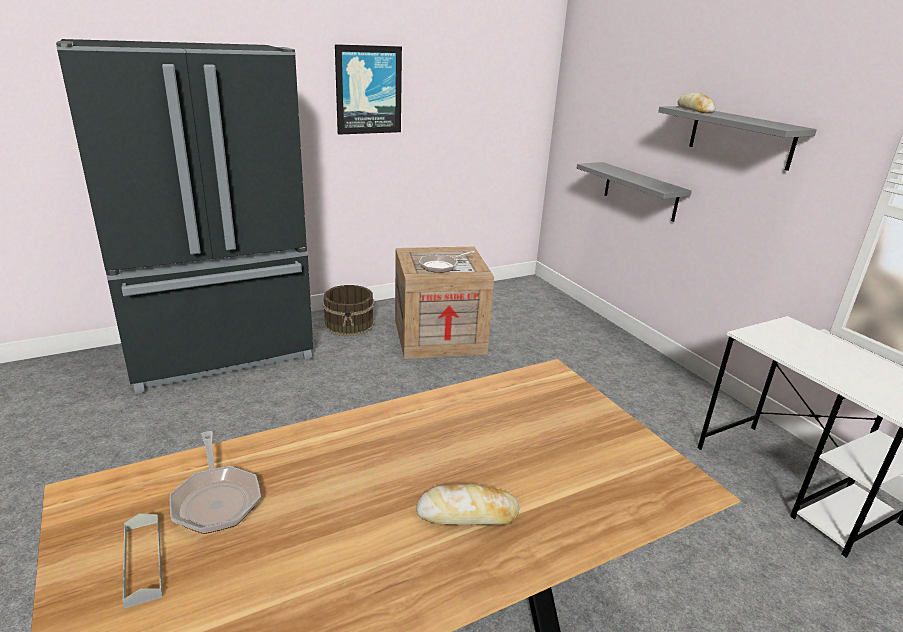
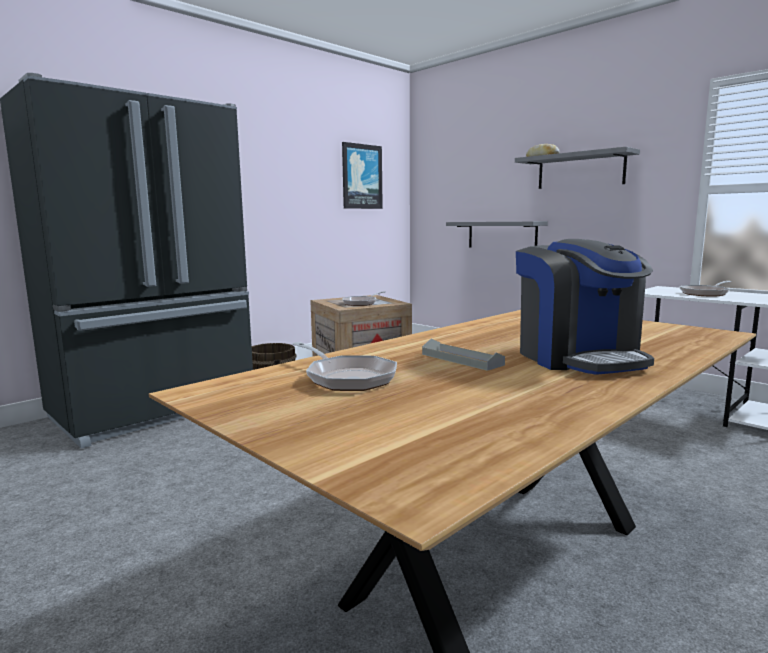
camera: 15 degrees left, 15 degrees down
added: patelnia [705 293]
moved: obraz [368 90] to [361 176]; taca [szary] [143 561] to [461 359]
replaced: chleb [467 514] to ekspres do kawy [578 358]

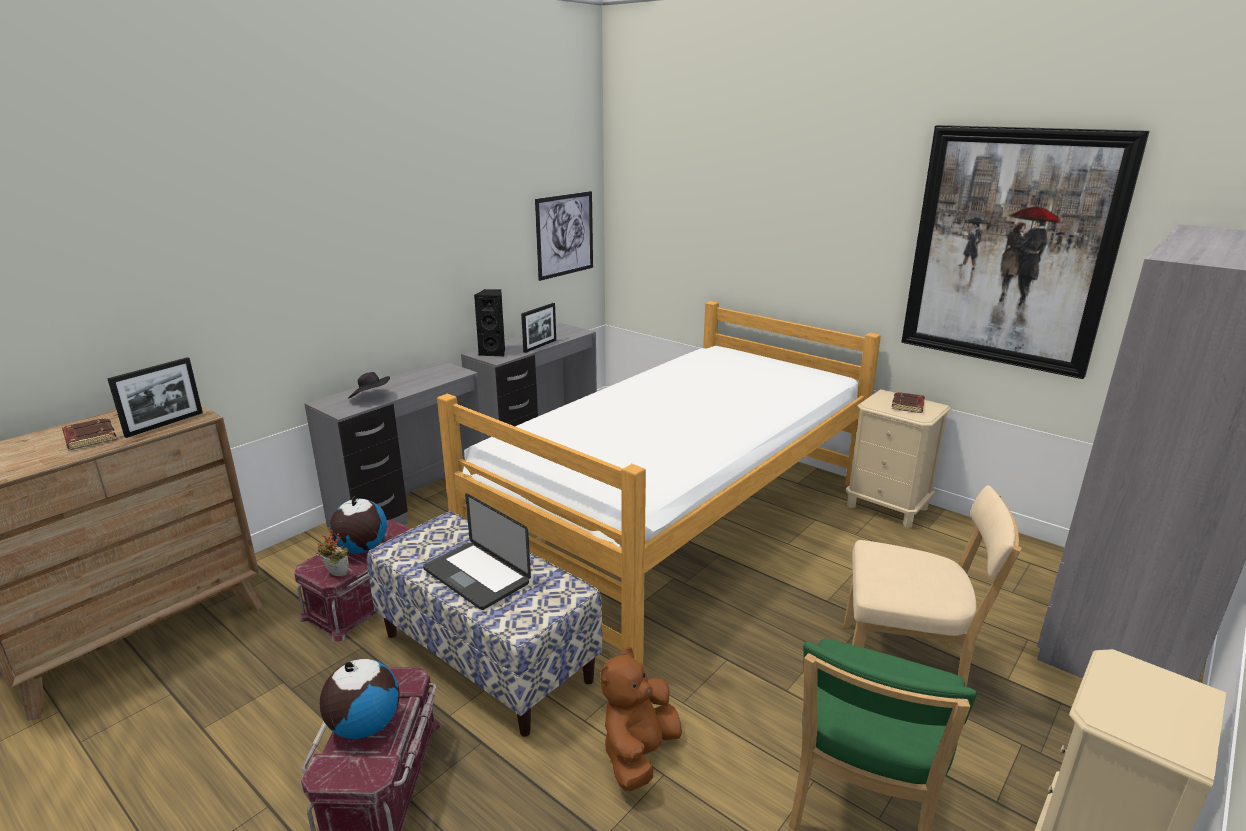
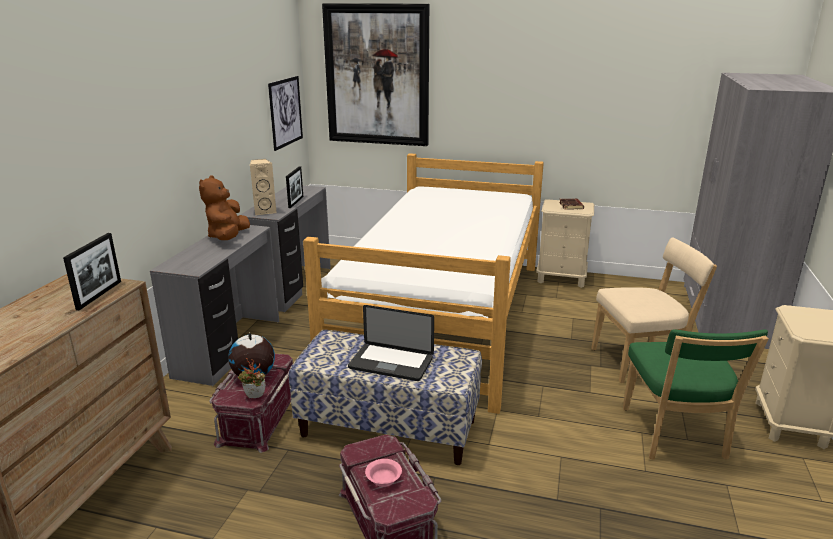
camera: 25 degrees left, 0 degrees up
removed: książka [brązowy] [89 438]; kapelusz [czarny] [371 398]
moved: pluszak [brązowy] [639 754] to [228 237]; obraz [1010 249] to [377 75]
replaced: globus [364 726] to miska [różowy] [383 479]
recoloured: głośnik [czarny] [494 352] to głośnik [beżowy] [265 211]

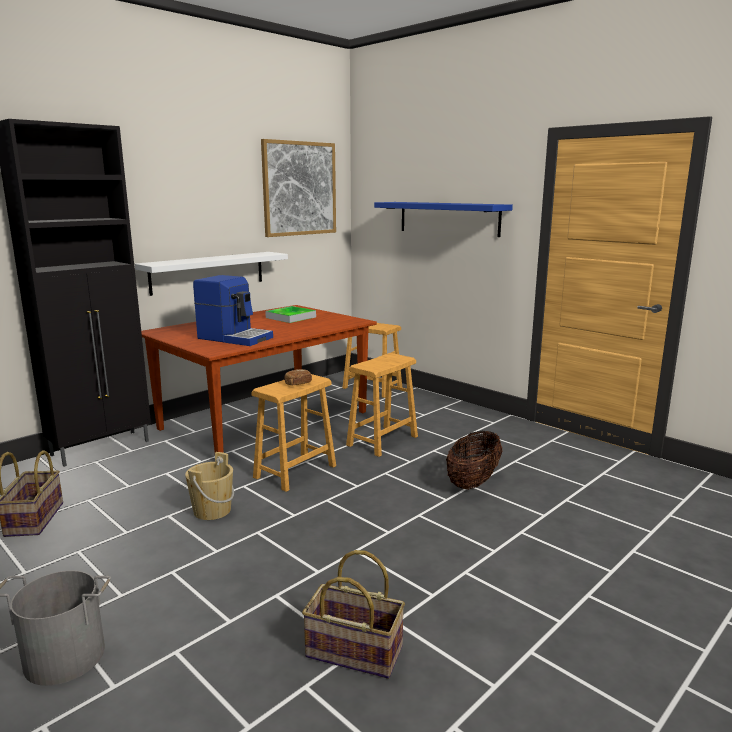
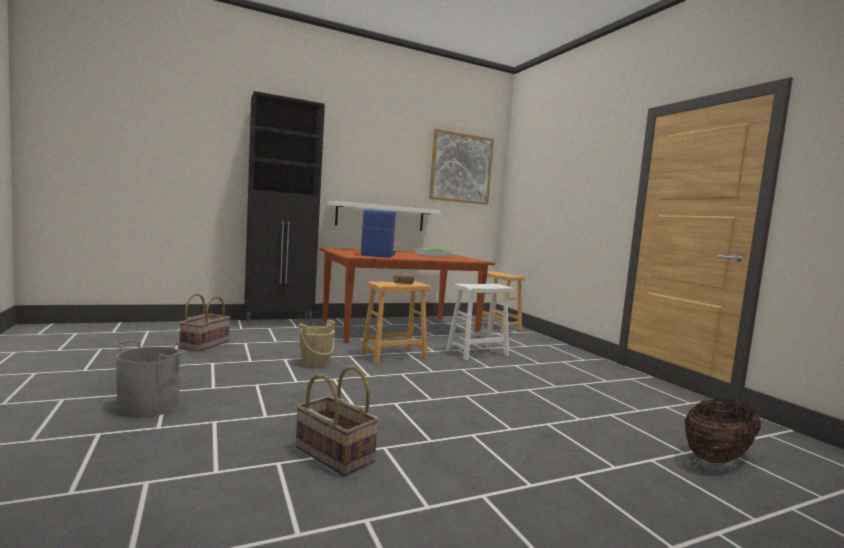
camera: 20 degrees right, 10 degrees down
removed: półka [niebieski] [448 218]
moved: koszyk [473 482] to [717 457]
recoloured: stołek [brązowy] [382 441] to stołek [biały] [477 353]
turned: ekspres do kawy [235 338] = [377 255] 135 degrees counterclockwise

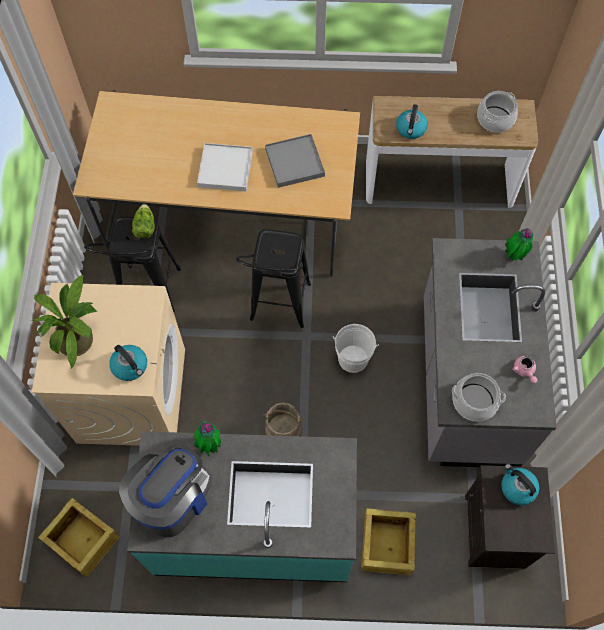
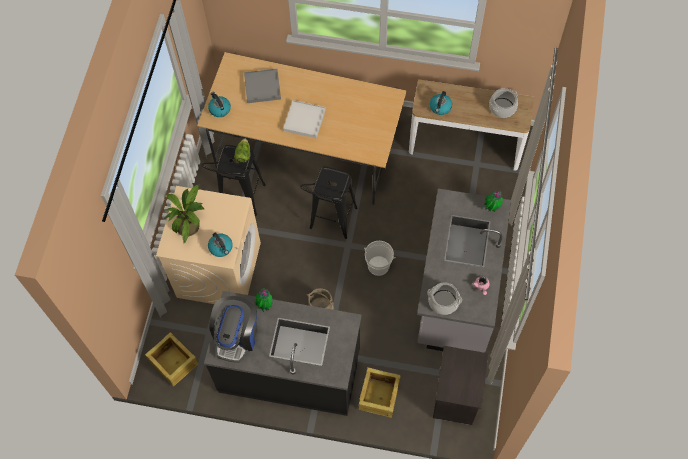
camera: 10 degrees right, 0 degrees up
moved: czajnik [517 488] to [219 109]; taca [szary] [295 162] to [262 87]
recoloured: zabudowa kuchenna [turkusowy] [253 527] to zabudowa kuchenna [czarny] [290 370]
turned: ekspres do kawy [172 499] = [236 335] 150 degrees clockwise

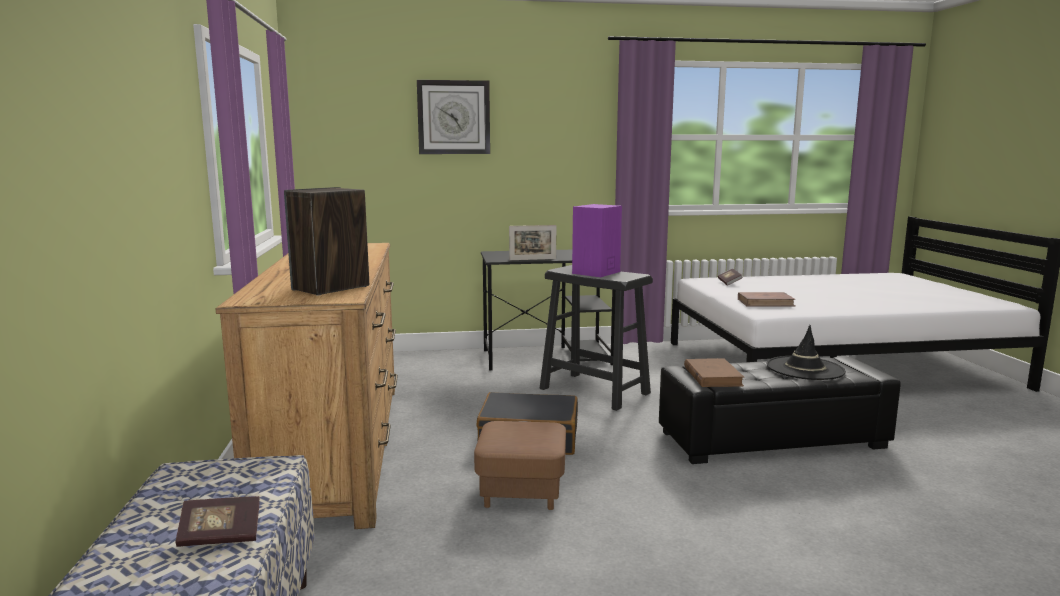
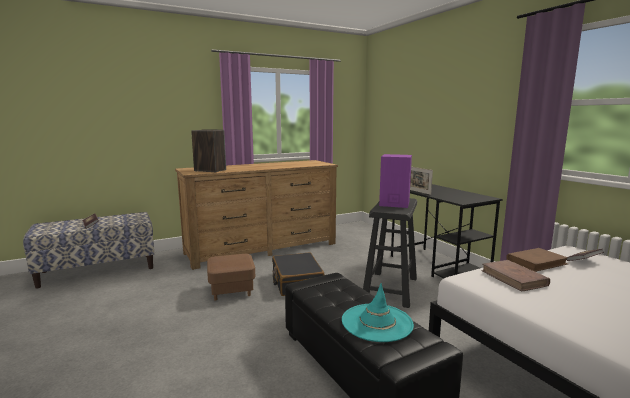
camera: 70 degrees right, 0 degrees up
removed: zegar ścienny [453 117]
moved: książka [brązowy] [712 376] to [536 262]
recoloured: kapelusz [czarny] [804 368] to kapelusz [turkusowy] [377 322]

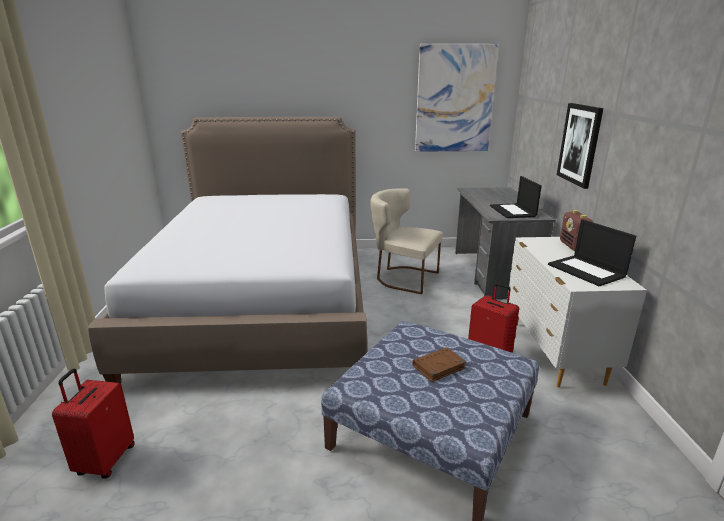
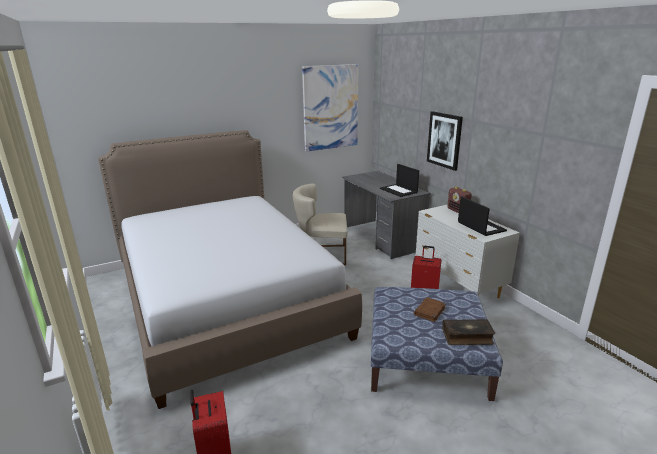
camera: 25 degrees left, 0 degrees up
added: książka [467 337]
turned: laptop [587 271] = [480 226] 150 degrees counterclockwise

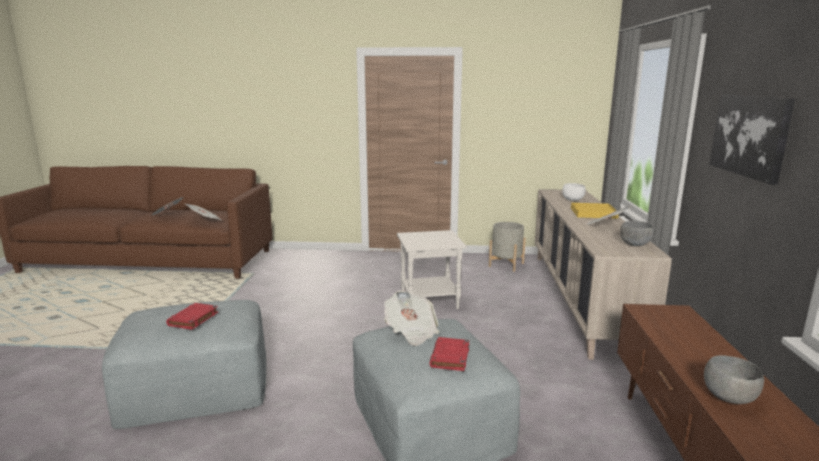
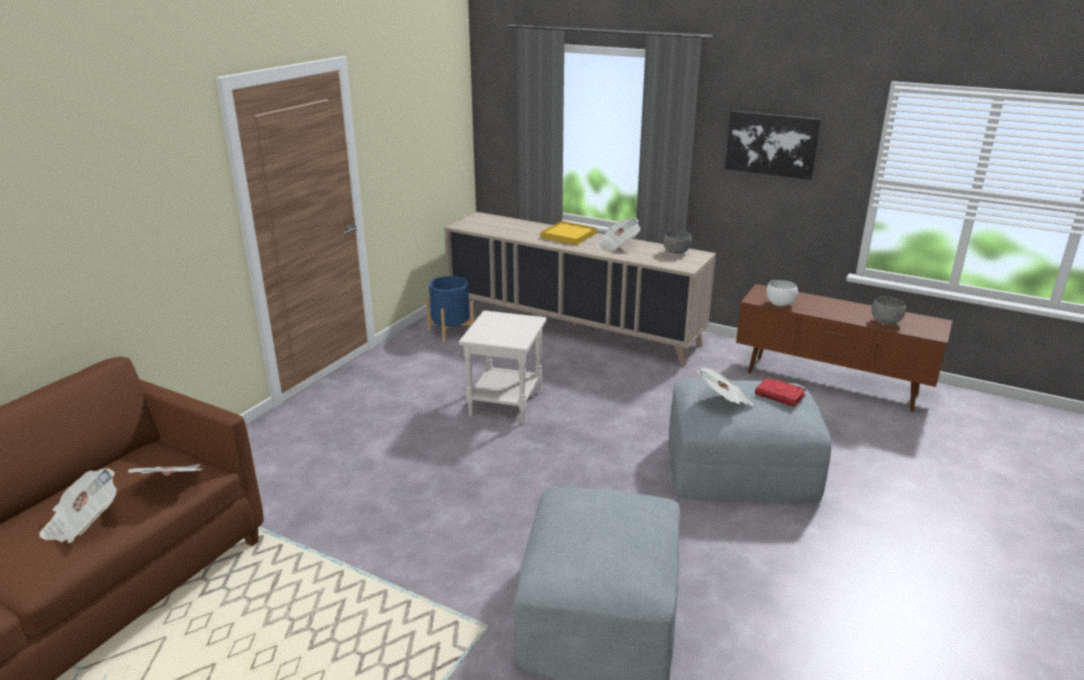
camera: 65 degrees left, 10 degrees up
removed: książka [czerwony] [193 319]
moved: miska [biały] [572 200] to [779 304]
recoloured: donica [szary] [506 265] to donica [niebieski] [451 331]

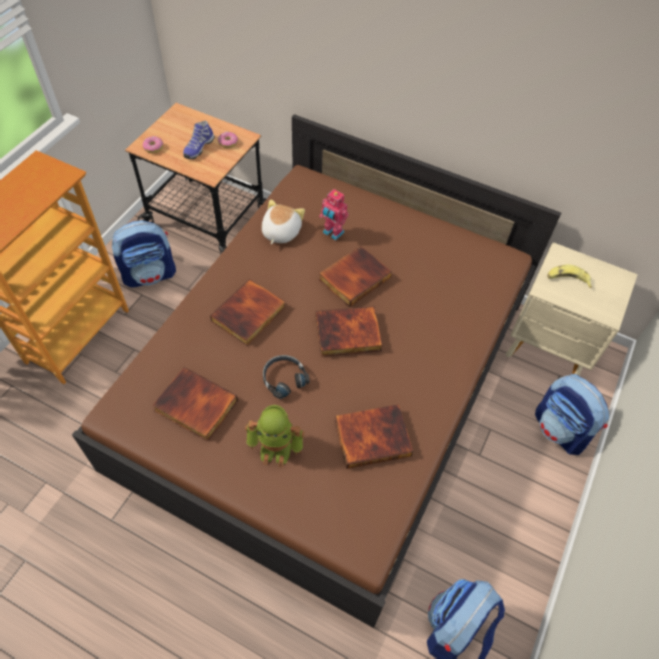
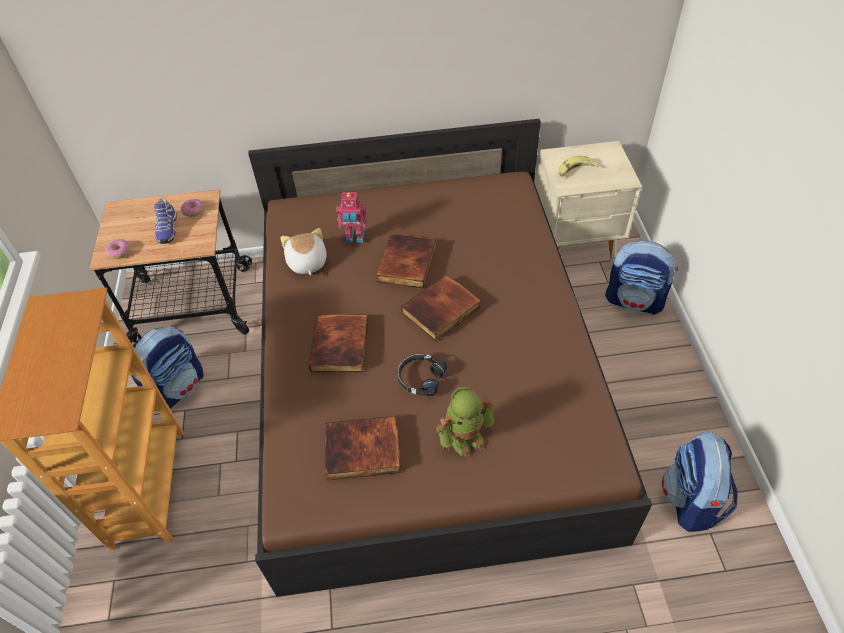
camera: 30 degrees left, 5 degrees down
removed: książka [372 436]

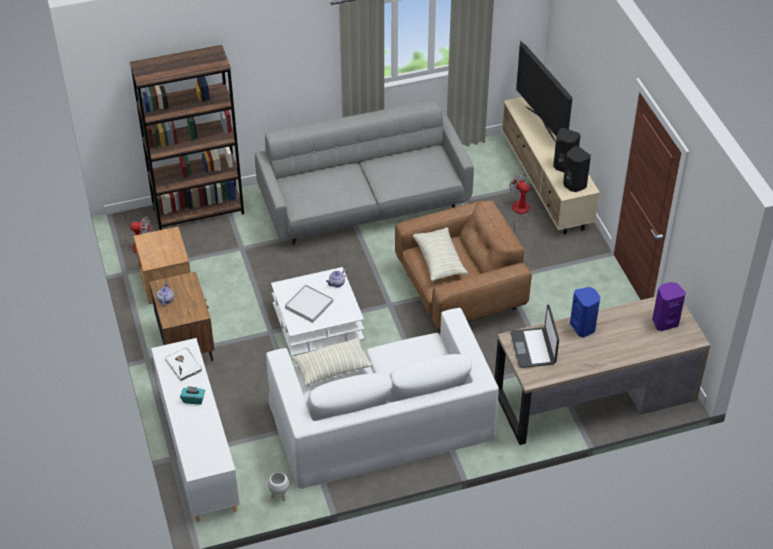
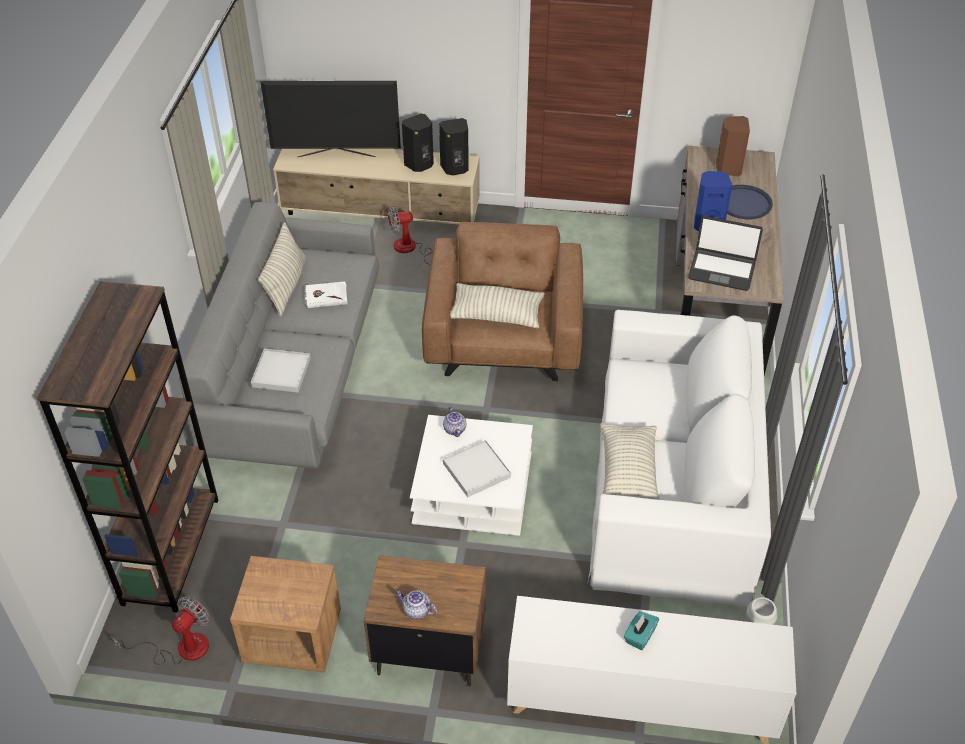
camera: 65 degrees left, 0 degrees up
added: taca [biały] [281 373]; poduszka [286 286]; taca [niebieski] [744 203]
moved: książka [biały] [184 365] to [326 296]
recoloured: głośnik [fioletowy] [664 322] to głośnik [brązowy] [728 168]

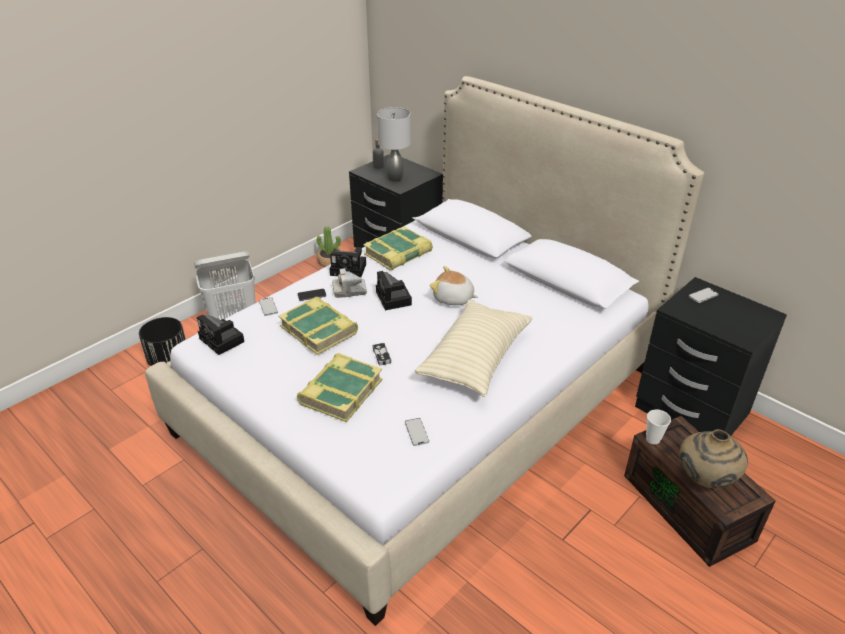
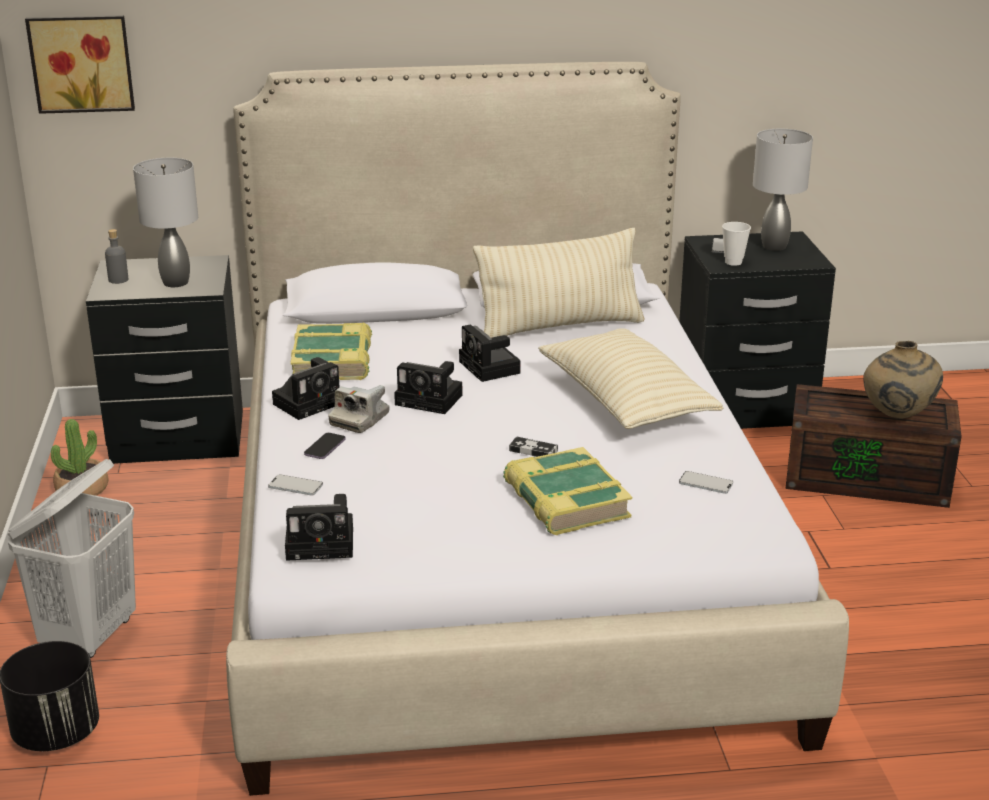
camera: 50 degrees left, 10 degrees down
removed: książka [319 329]
added: obraz [82 63]; poduszka [beżowy] [559 327]; lampa stołowa [szary] [775 247]
moved: filiżanka [653 439] to [733 262]
replaced: pluszak [453 298] to aparat fotograficzny [491 368]

